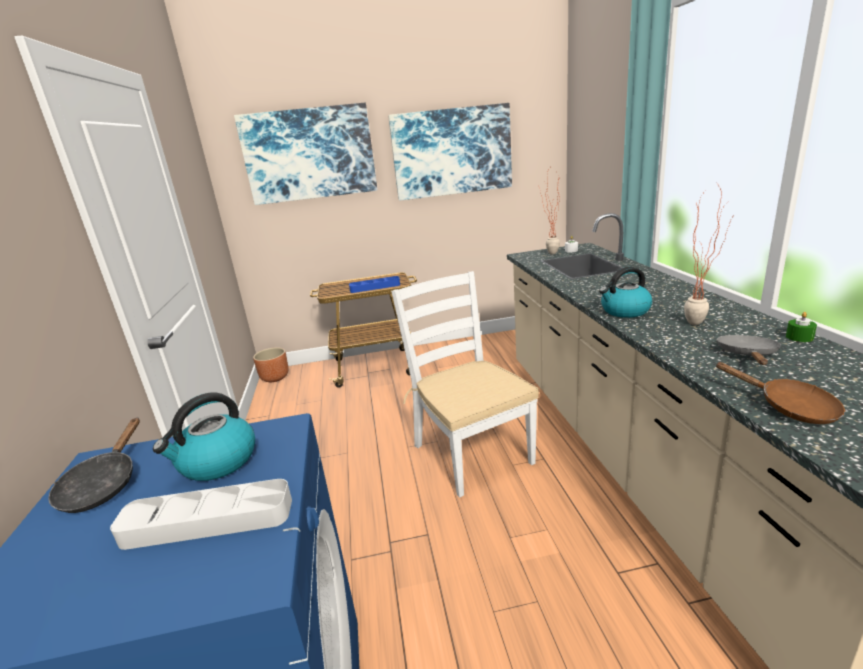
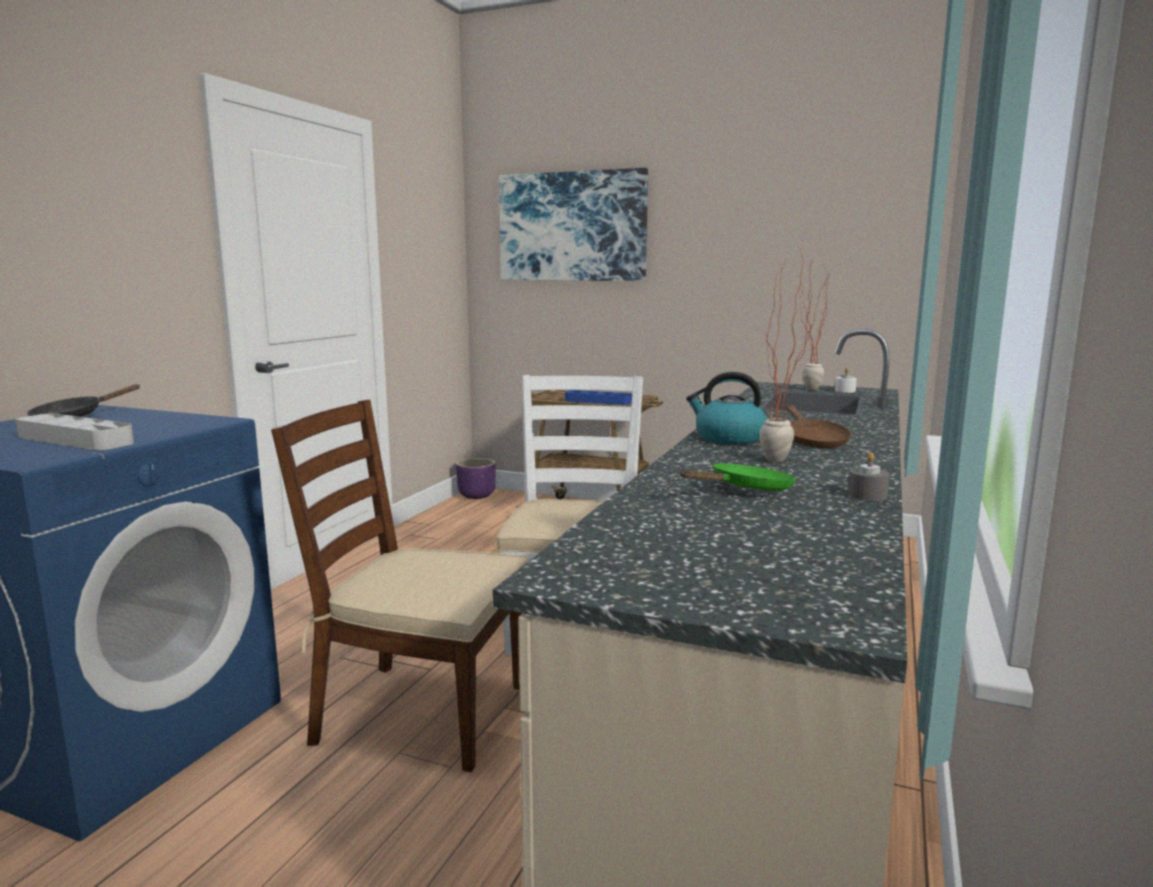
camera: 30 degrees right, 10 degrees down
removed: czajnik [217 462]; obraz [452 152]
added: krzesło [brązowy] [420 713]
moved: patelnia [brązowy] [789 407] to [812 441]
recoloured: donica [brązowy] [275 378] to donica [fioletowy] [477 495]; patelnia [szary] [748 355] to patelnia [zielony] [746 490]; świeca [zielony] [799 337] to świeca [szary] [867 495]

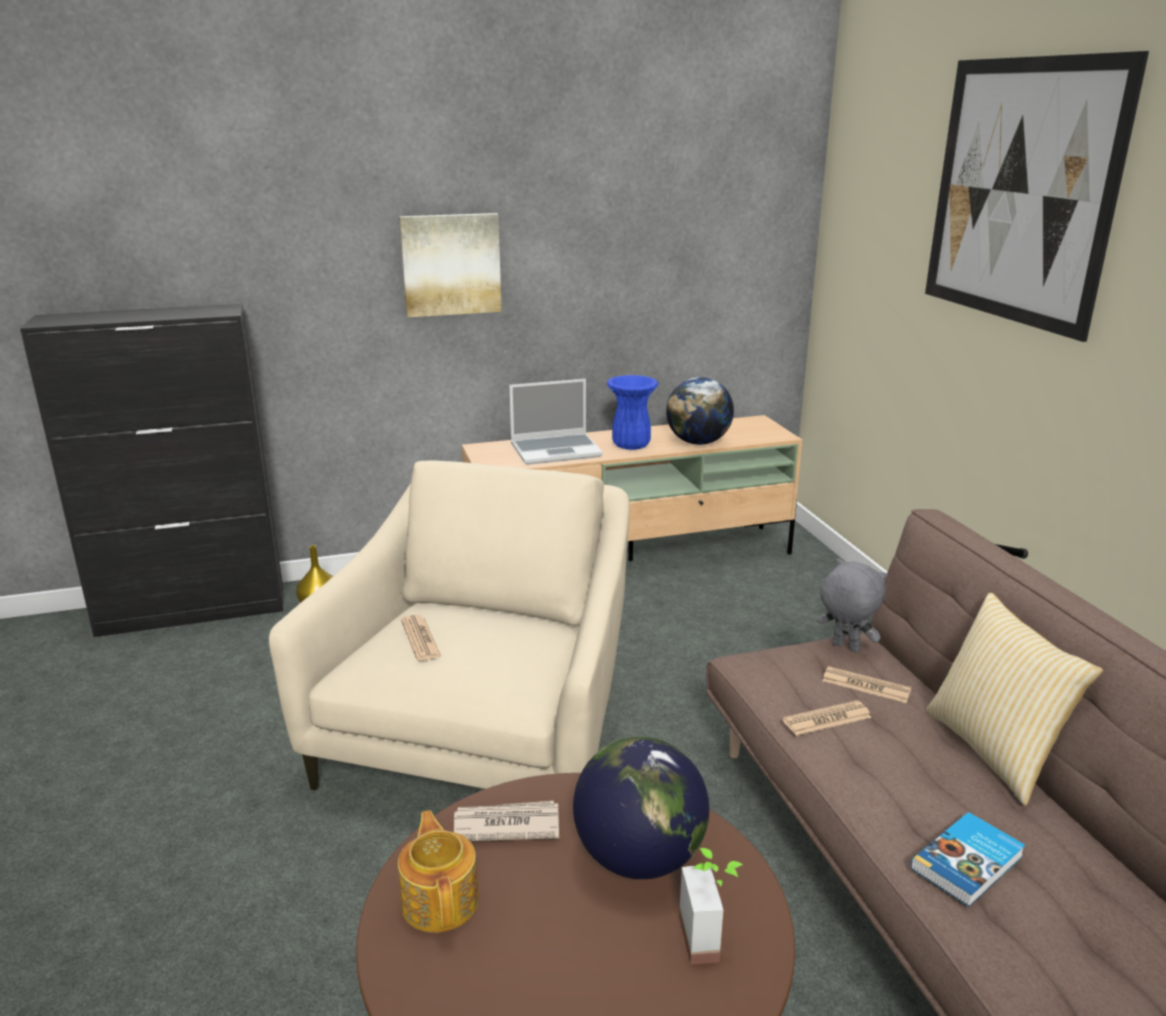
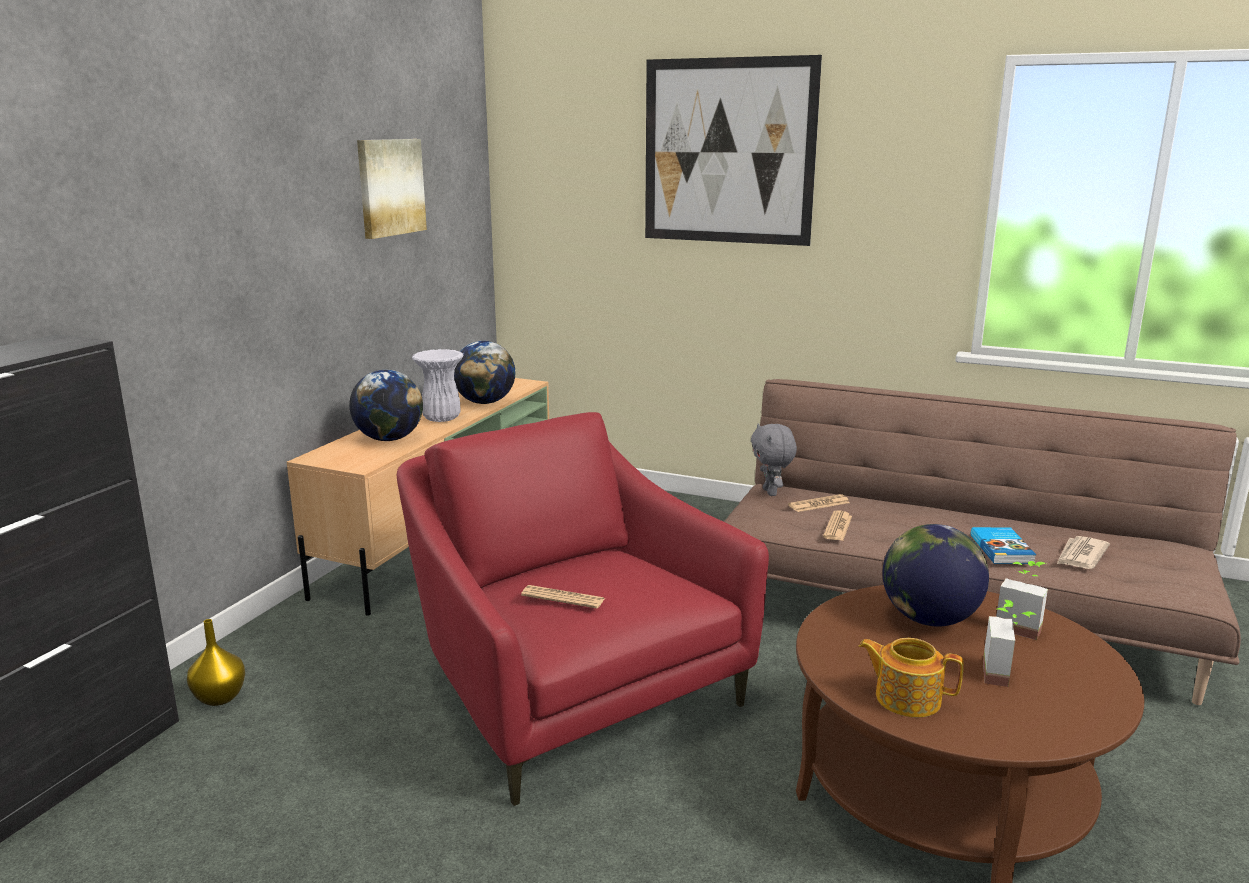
camera: 50 degrees left, 5 degrees down
removed: poduszka [995 751]
added: roślina doniczkowa [1005 675]
moved: obraz [451 264] to [390 187]; gazeta [505 825] to [1080 556]
replaced: laptop [556 450] to globus [389 439]
recoloured: fotel [beżowy] [485 736] to fotel [czerwony] [569 691]; wazon [niebieski] [630 446] to wazon [biały] [441 419]
turned: pluszak [szary] [845 647] = [771 492] 90 degrees counterclockwise

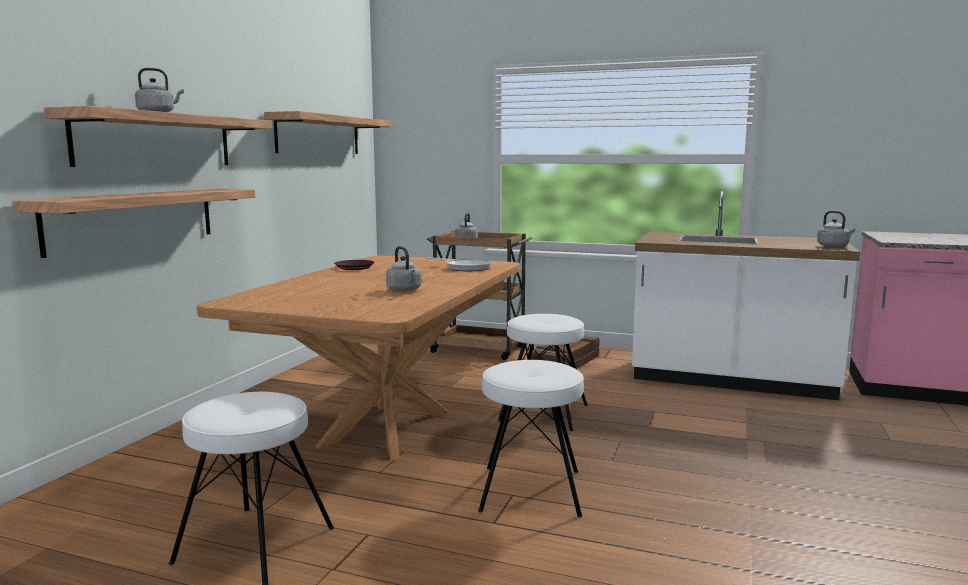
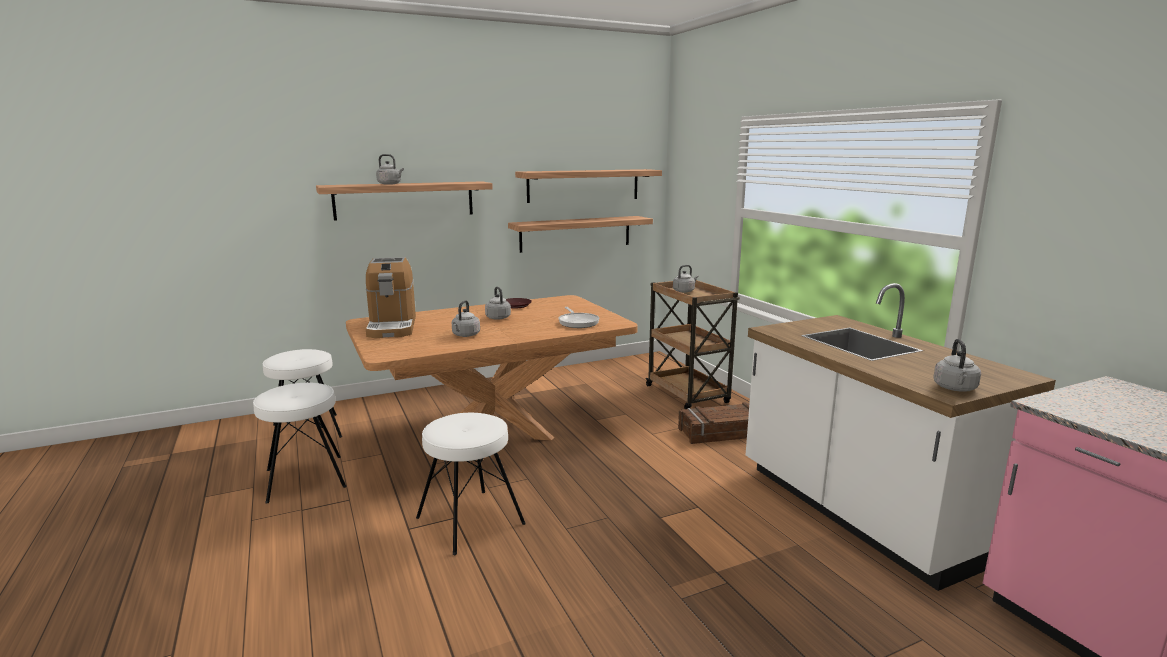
camera: 45 degrees right, 5 degrees up
added: ekspres do kawy [392 326]; czajnik [szary] [497 317]
moved: stołek [biały] [543 413] to [307 431]; półka [134 219] to [575 233]

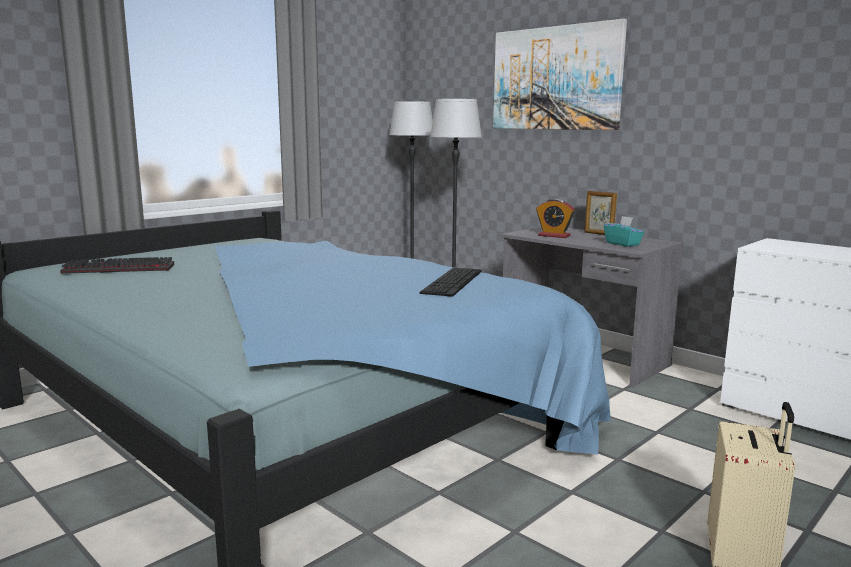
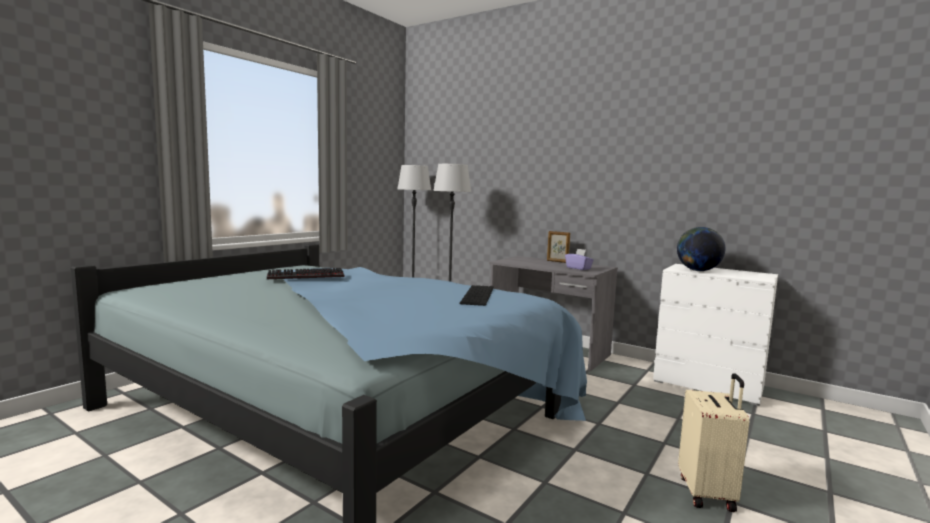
camera: 10 degrees left, 5 degrees down
removed: obraz [555 78]; budzik [554 236]
added: globus [698 271]
moved: klawiatura [117 269] to [304 276]
recoloured: pudełko chusteczek [turkusowy] [623 244] to pudełko chusteczek [fioletowy] [578 268]

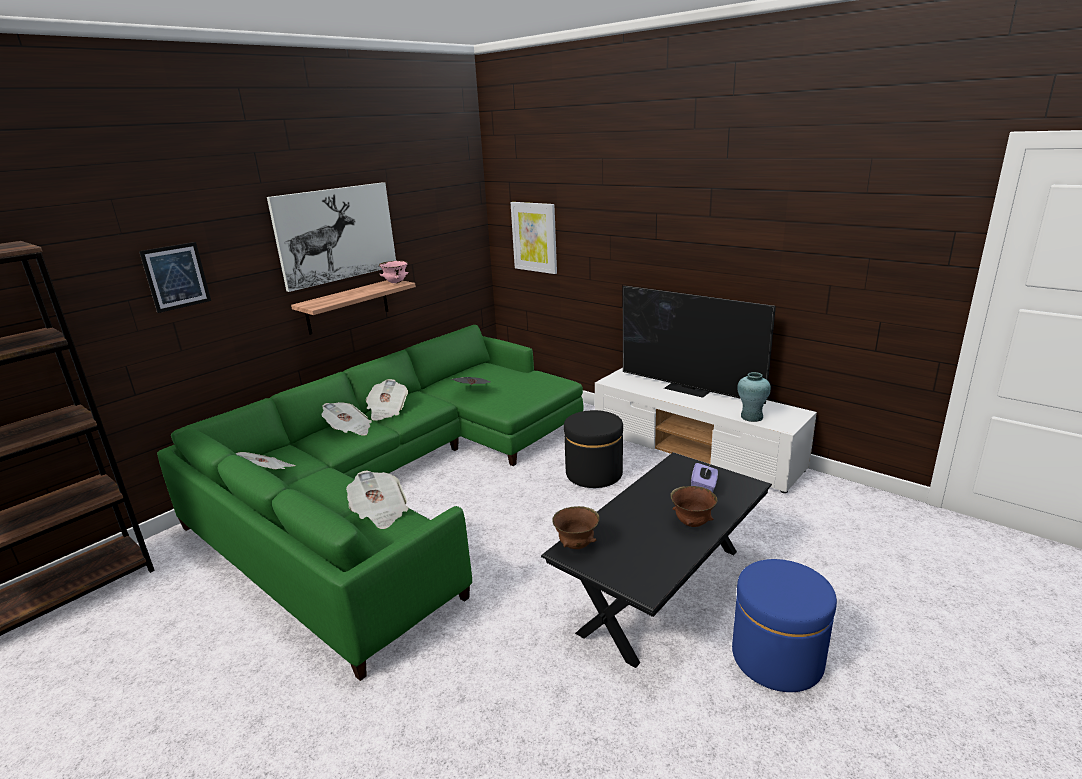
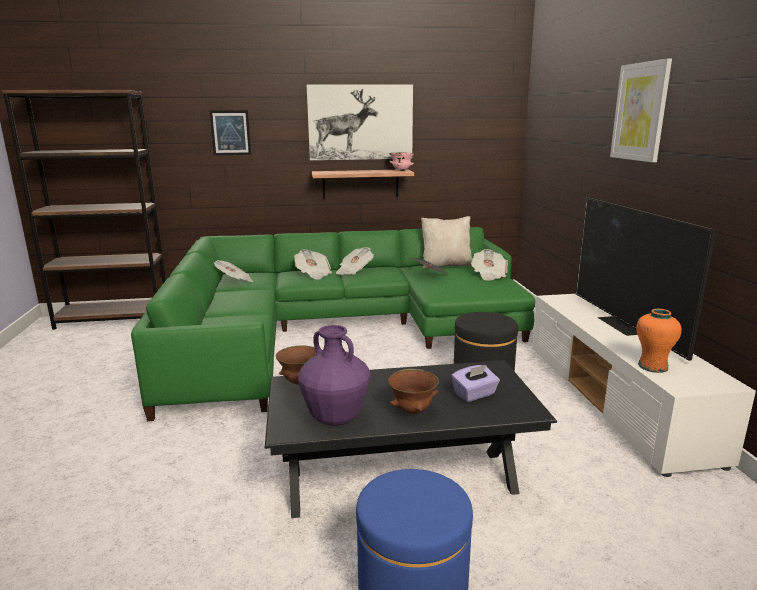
camera: 40 degrees right, 5 degrees down
added: wazon [fioletowy] [336 419]; poduszka [beżowy] [446 265]
moved: gazeta [380 512] to [489 275]; obraz [534 237] to [640 112]
recoloured: wazon [turkusowy] [751 417] to wazon [pomarańczowy] [652 366]

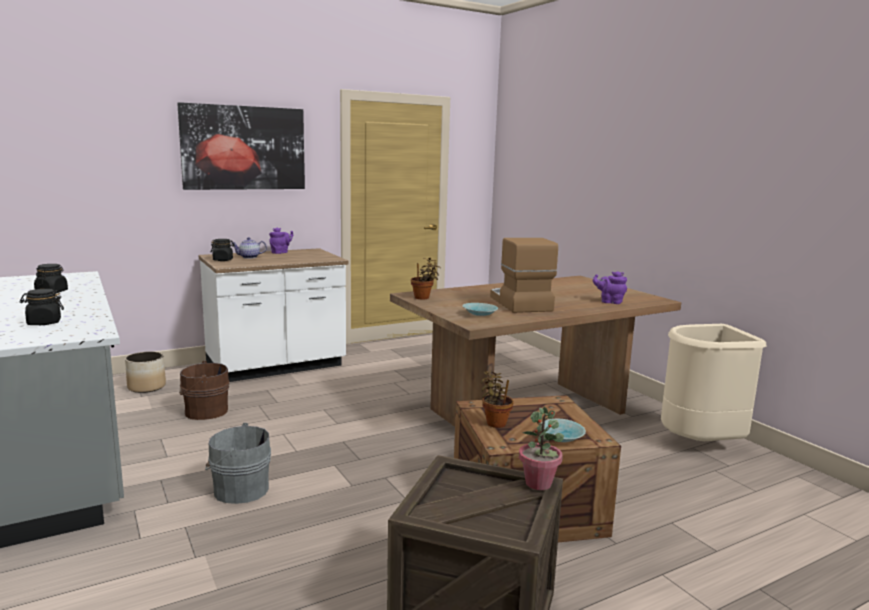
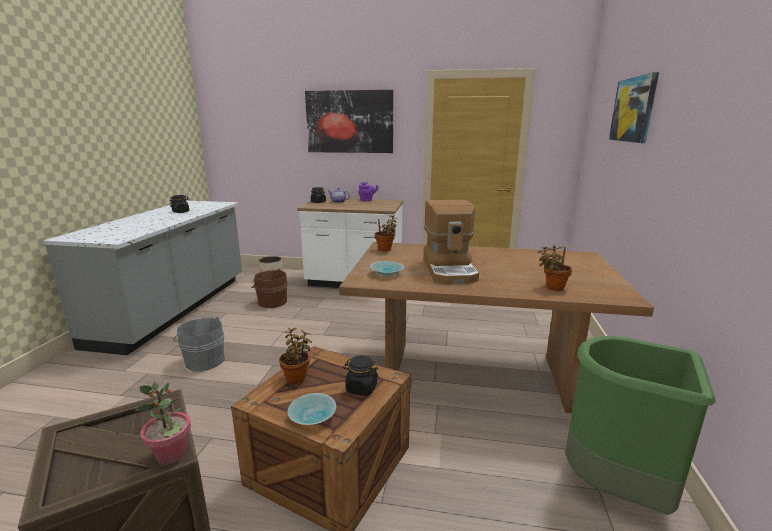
camera: 40 degrees right, 5 degrees up
added: obraz [633 110]
moved: słoik [czarny] [44 323] to [361 388]
replaced: imbryk [fioletowy] [609 302] to roślina doniczkowa [553 287]
recoloured: kosz na śmieci [beżowy] [700 444] to kosz na śmieci [zielony] [617 489]
turned: ekspres do kawy [519 303] = [450 270] 150 degrees clockwise

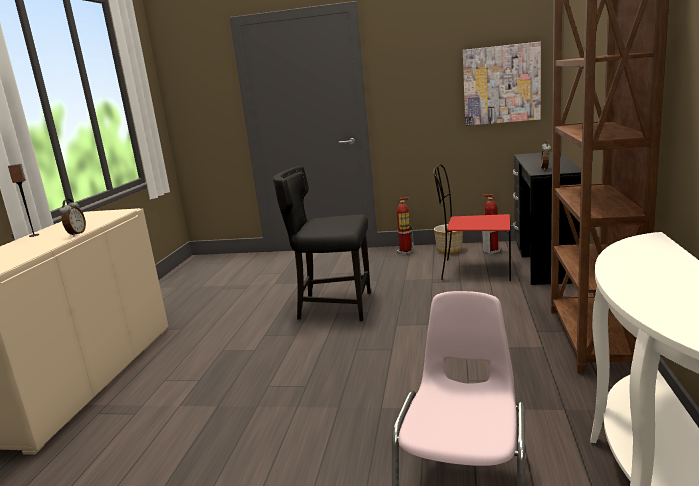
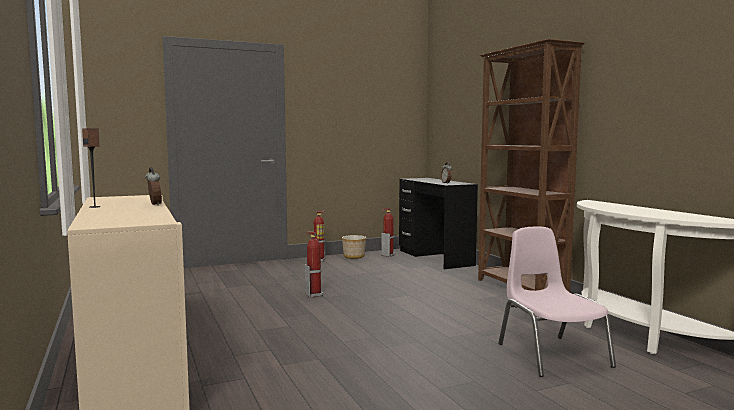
camera: 35 degrees left, 10 degrees down
removed: krzesło [czerwony] [474 270]; obraz [501 84]
replaced: krzesło [czarny] [333 307] to gaśnica [314 294]

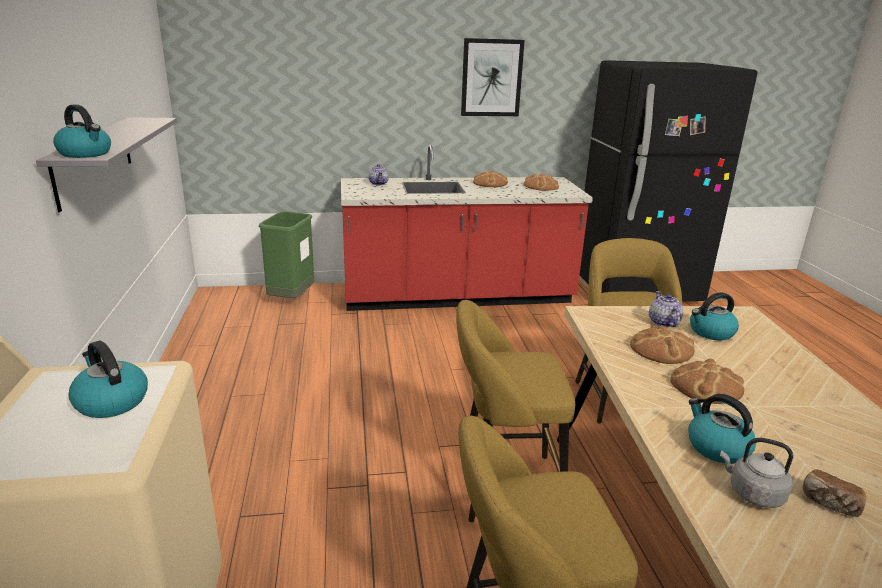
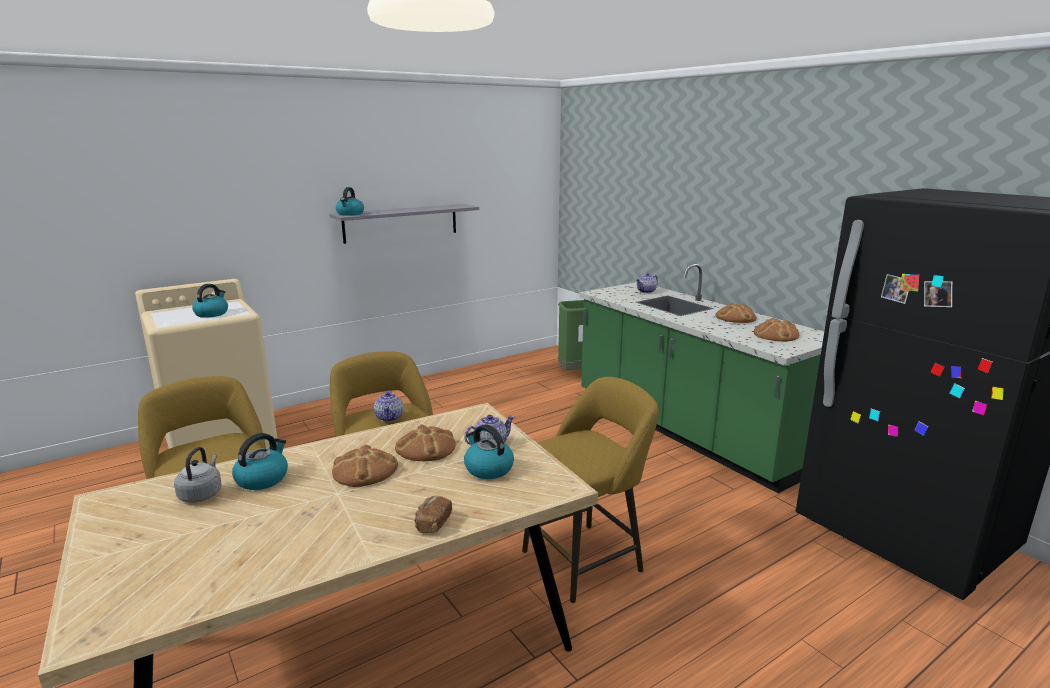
camera: 65 degrees right, 5 degrees down
removed: obraz [491 78]
added: imbryk [389 417]
moved: chleb [829 504] to [432 523]
recoloured: zabudowa kuchenna [czerwony] [457 296] to zabudowa kuchenna [zielony] [687 430]

